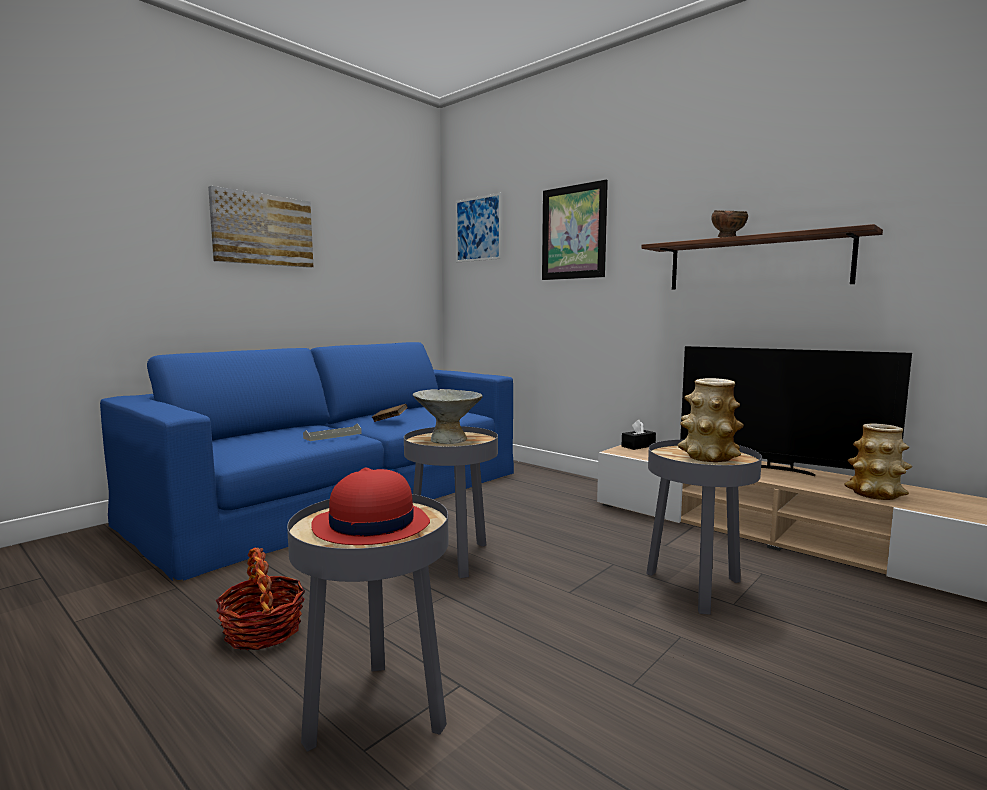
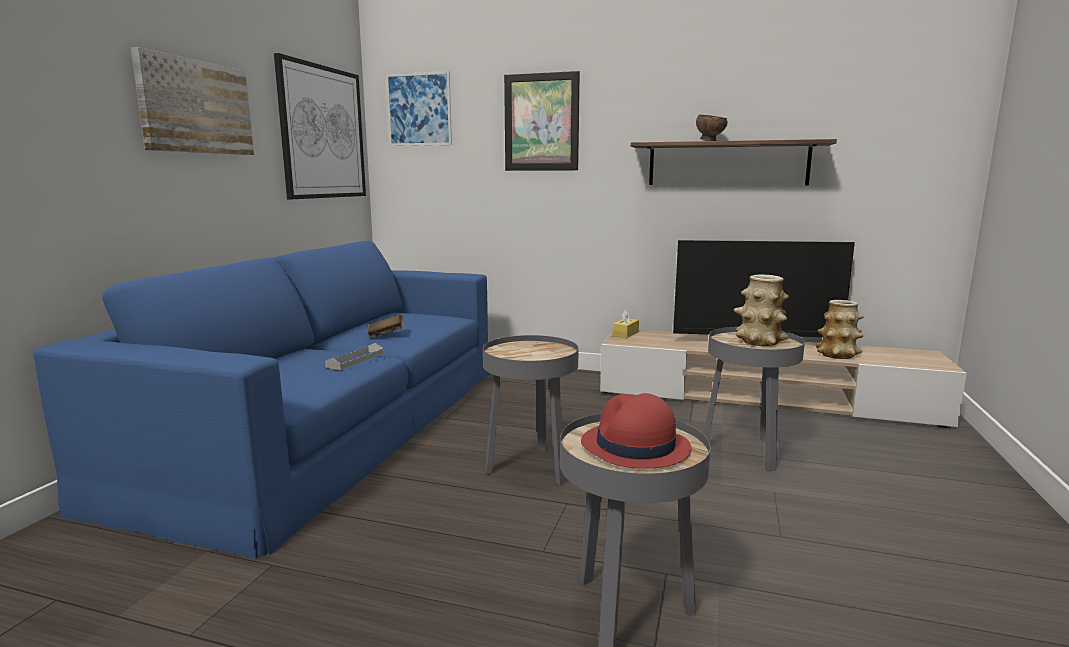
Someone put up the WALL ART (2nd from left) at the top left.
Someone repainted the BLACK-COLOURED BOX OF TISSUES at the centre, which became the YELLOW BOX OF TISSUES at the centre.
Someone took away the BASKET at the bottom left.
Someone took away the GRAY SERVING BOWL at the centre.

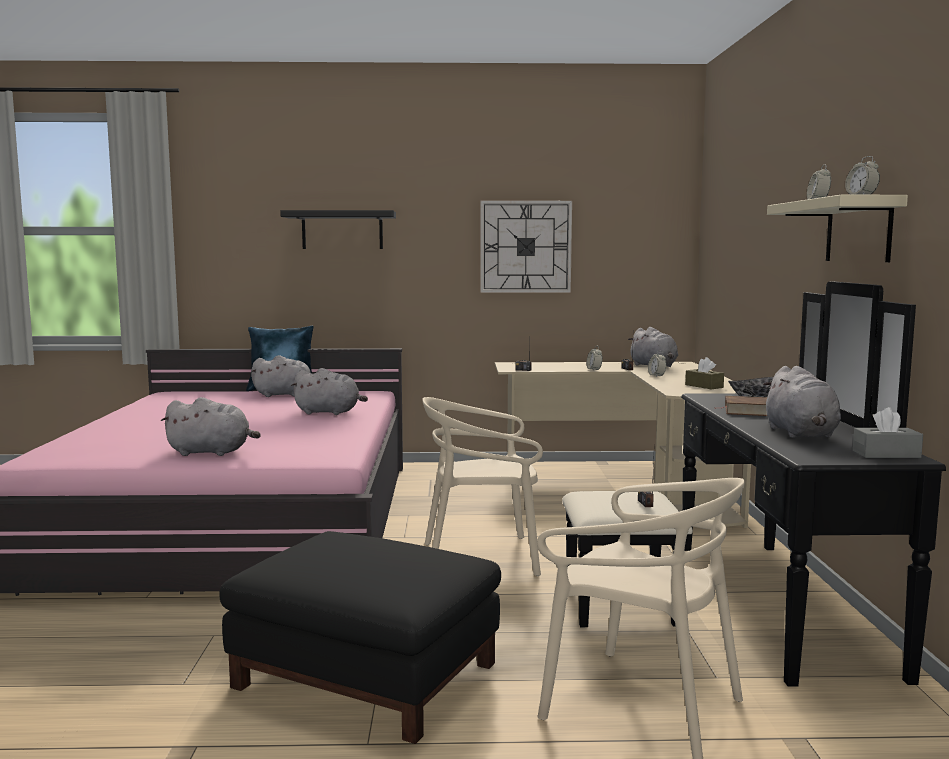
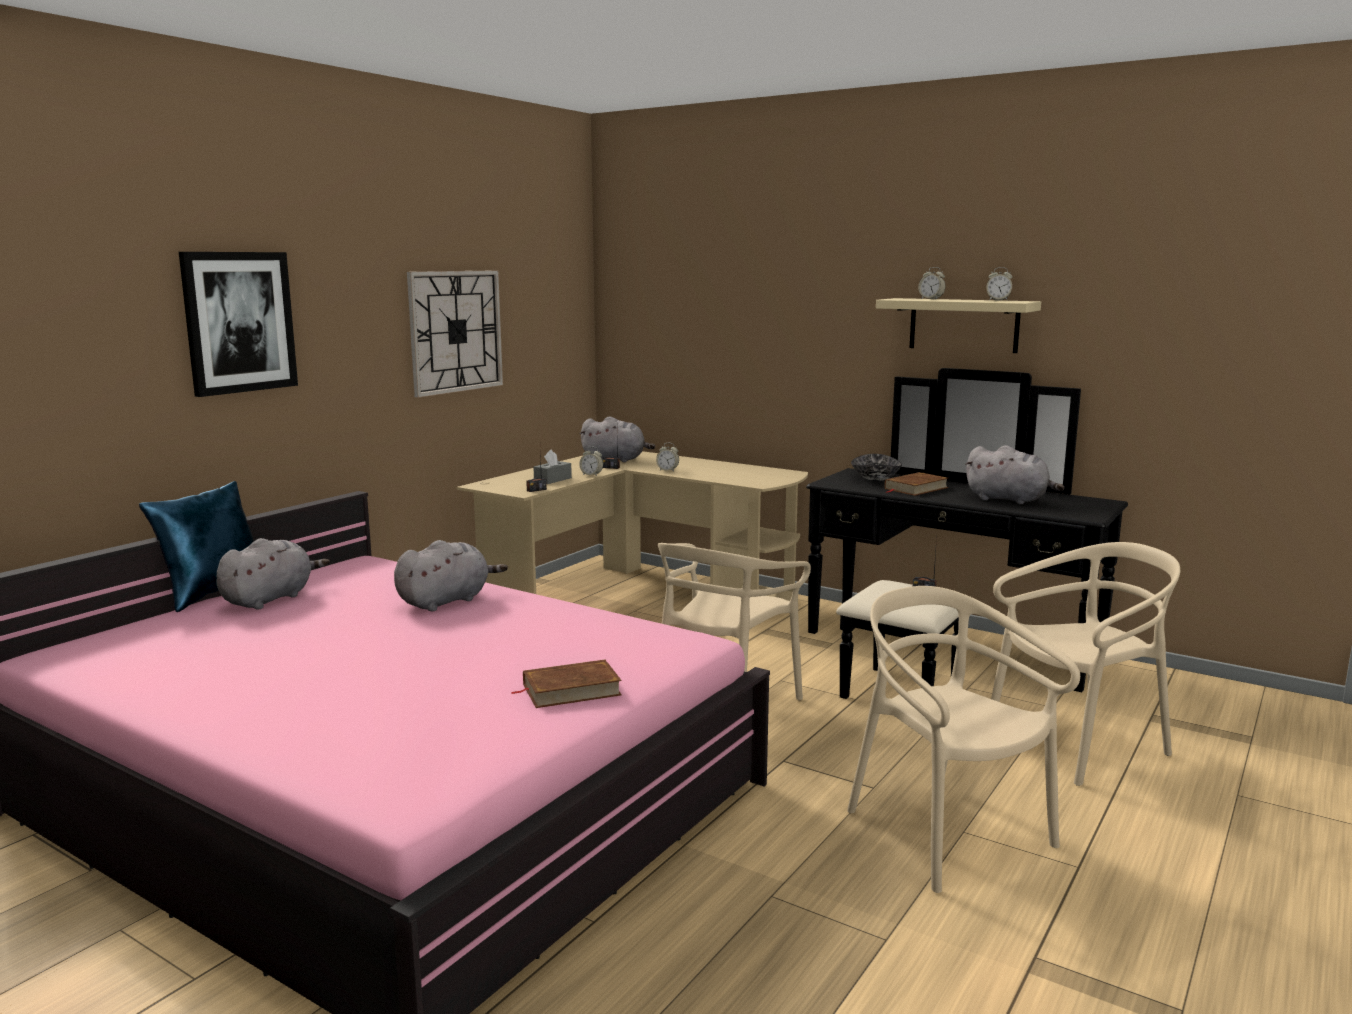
Someone swapped the BLACK-COLOURED WALL SHELF at the top centre for the WALL ART at the top left.
Someone swapped the GRAY PLUSH TOY (1st from left) at the middle left for the BROWN VOLUME (1st from left) at the bottom centre.
Someone carried the GRAY BOX OF TISSUES from the middle right to the centre.
Someone swapped the BLACK-COLOURED FOOTREST at the bottom centre for the BEIGE PLAIN CHAIR (2nd from left) at the bottom right.
Someone took away the BROWN BOX OF TISSUES at the middle right.

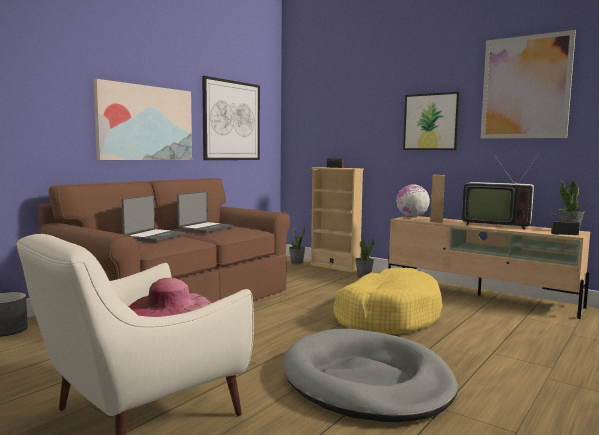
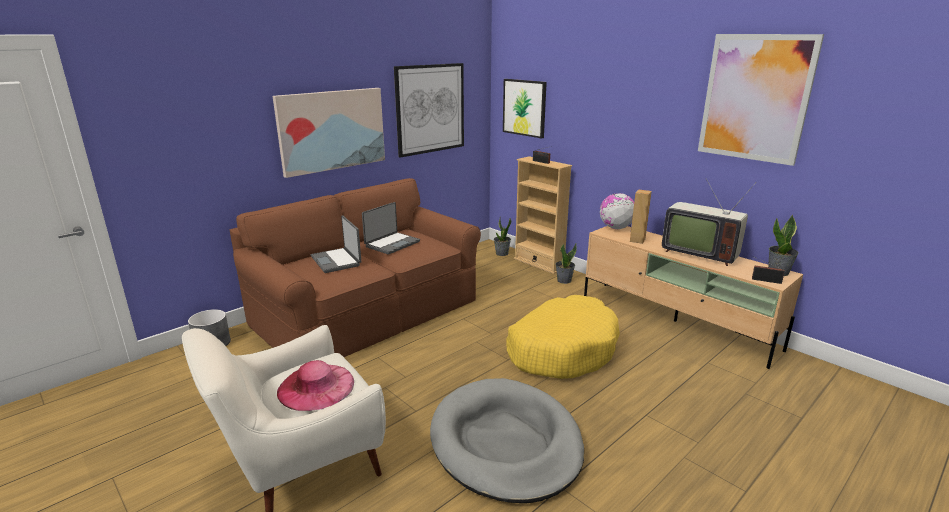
Someone rotated the PORTABLE COMPUTER (1st from left) at the middle left by 120 degrees clockwise.
Someone carried the WALL ART (3rd from left) from the top right to the top centre.

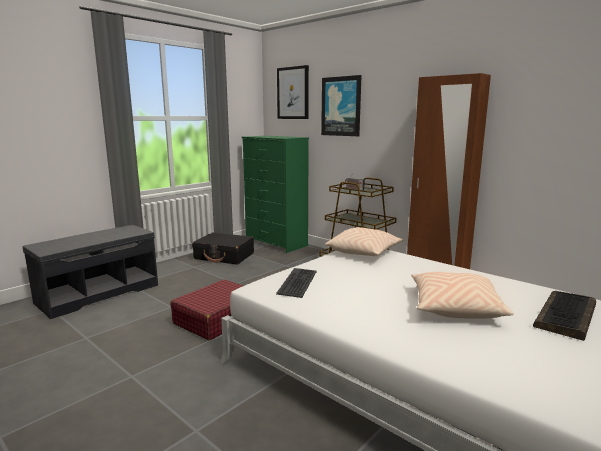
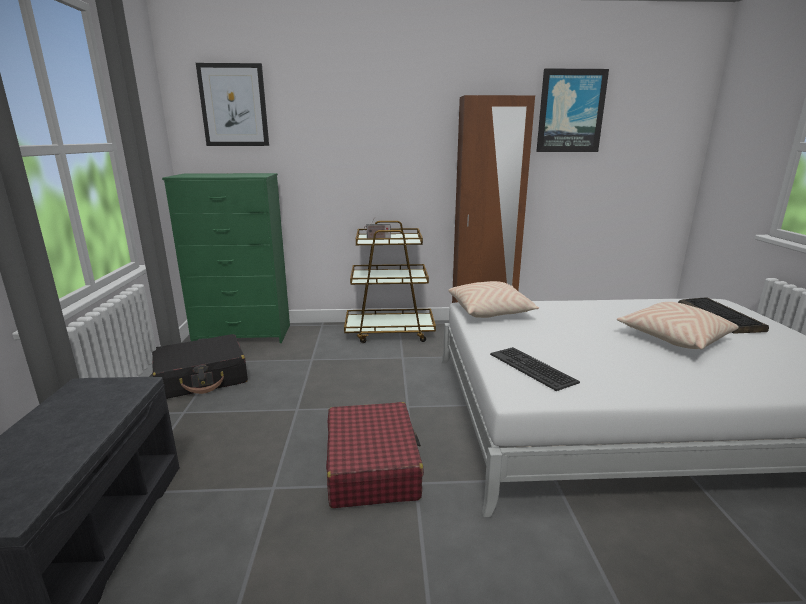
Someone carried the WALL ART (2nd from left) from the top centre to the top right.

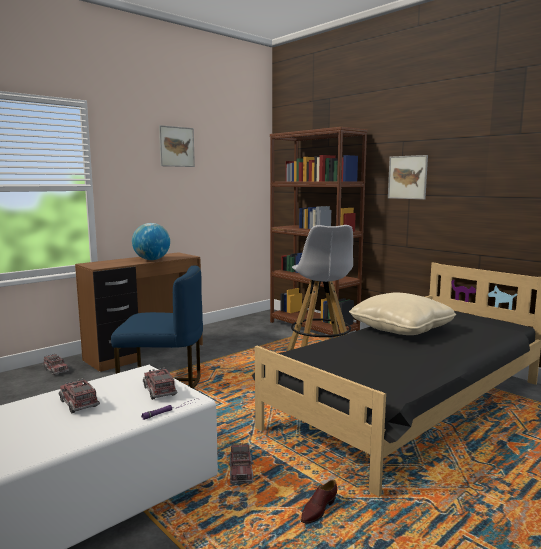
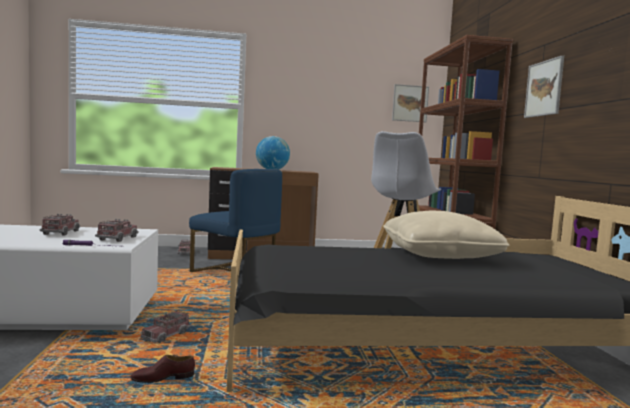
Someone carried the WALL ART (1st from left) from the top left to the top centre.

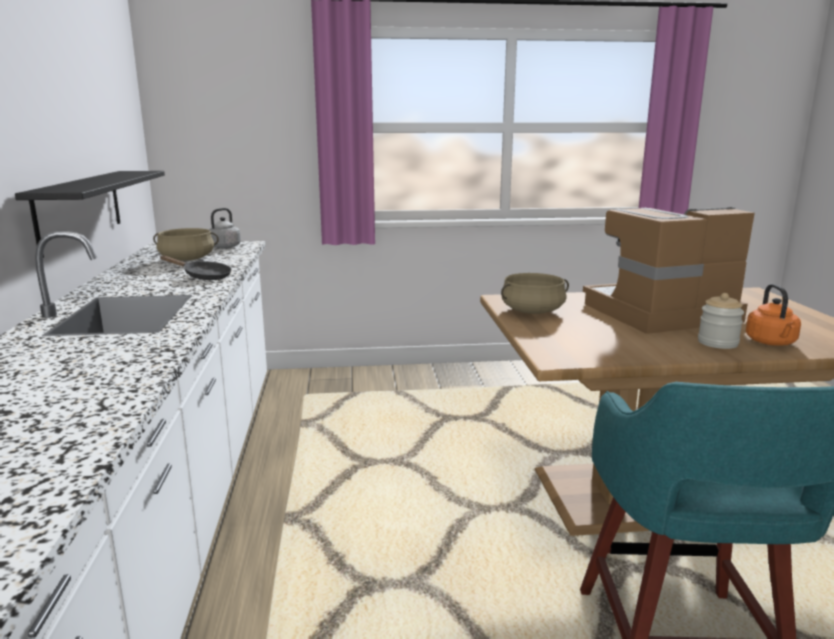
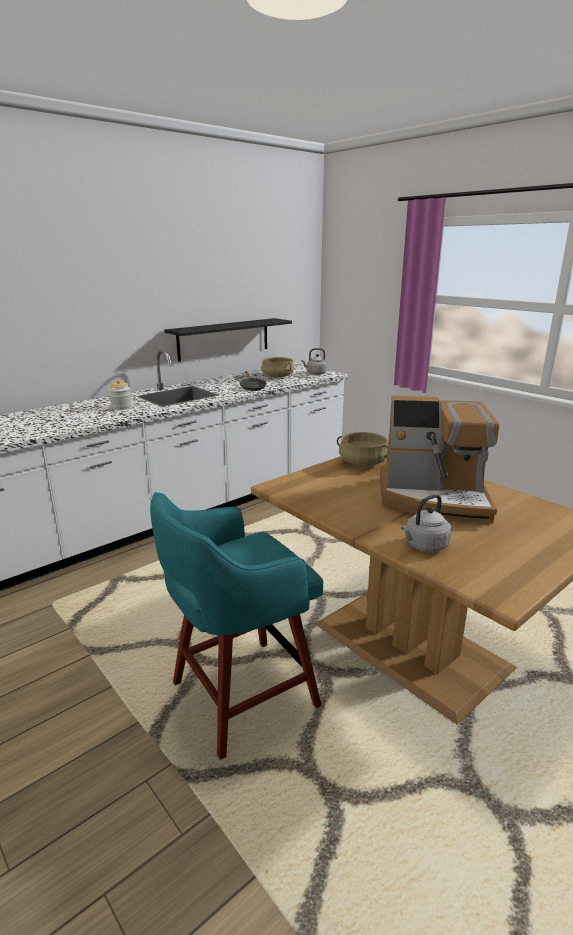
Someone carried the STORAGE JAR from the middle right to the middle left.
Someone rotated the COFFEE BREWER at the middle right by 150 degrees clockwise.
Someone repainted the ORANGE WATER KETTLE at the middle right, which became the GRAY WATER KETTLE (2nd from left) at the middle right.

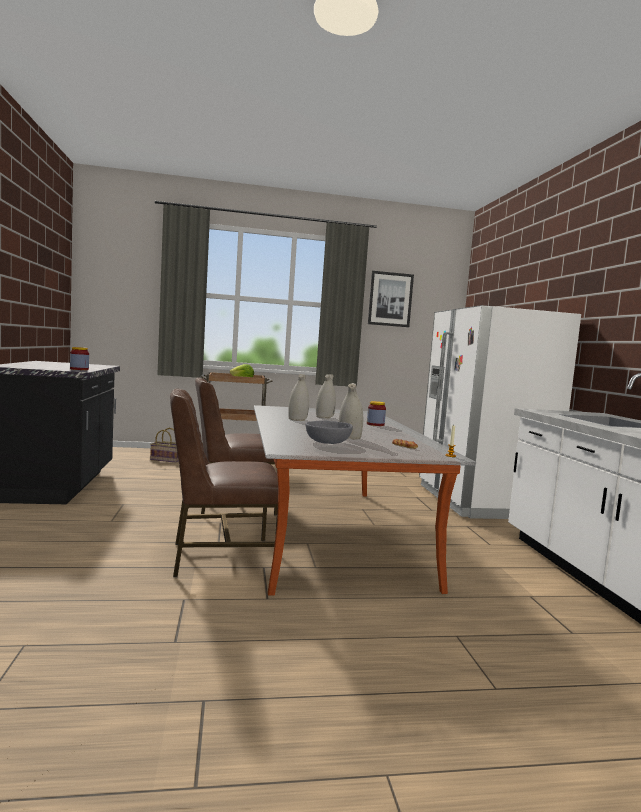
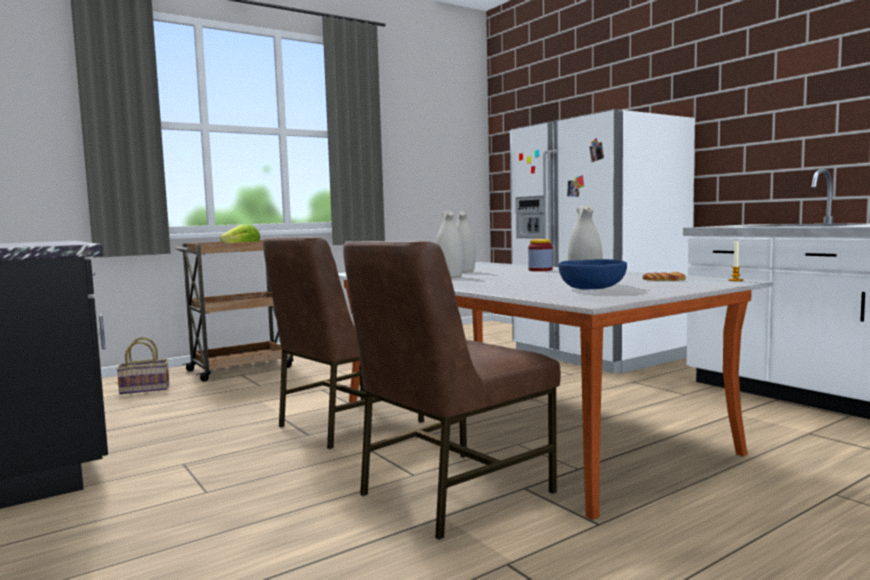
Someone repainted the GRAY SERVING BOWL at the centre, which became the BLUE-COLOURED SERVING BOWL at the middle right.
Someone took away the STORAGE JAR (1st from left) at the middle left.
Someone took away the WALL ART at the centre.

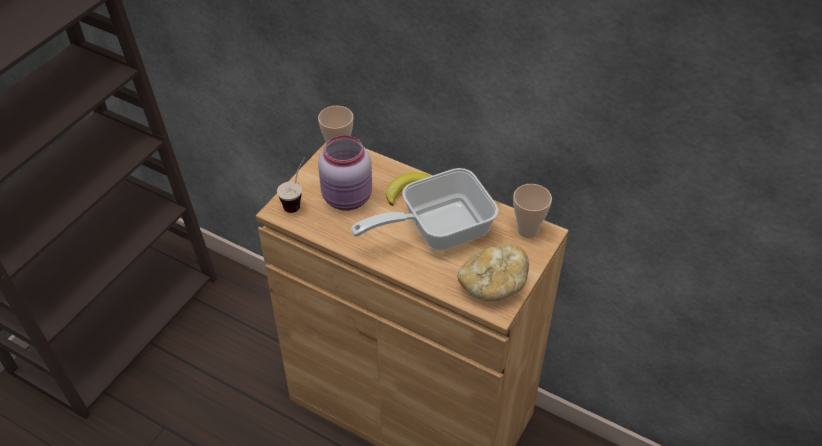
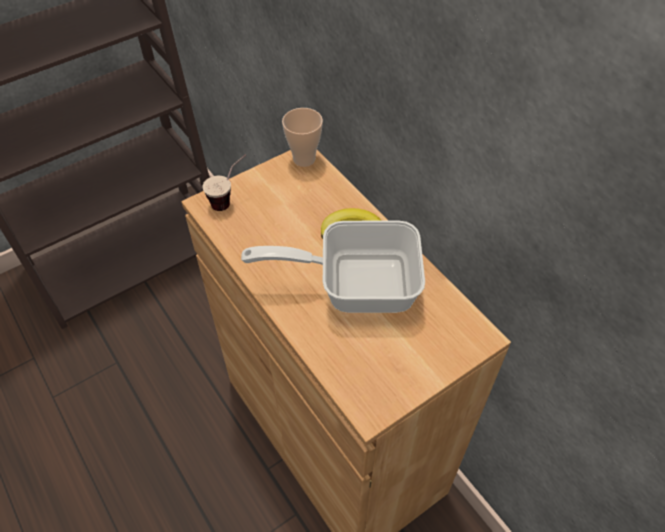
Someone took away the PINKISH STORAGE JAR at the centre.
Someone took away the BAKERY BREAD at the centre.
Someone took away the SMALL CUP (3rd from left) at the centre.

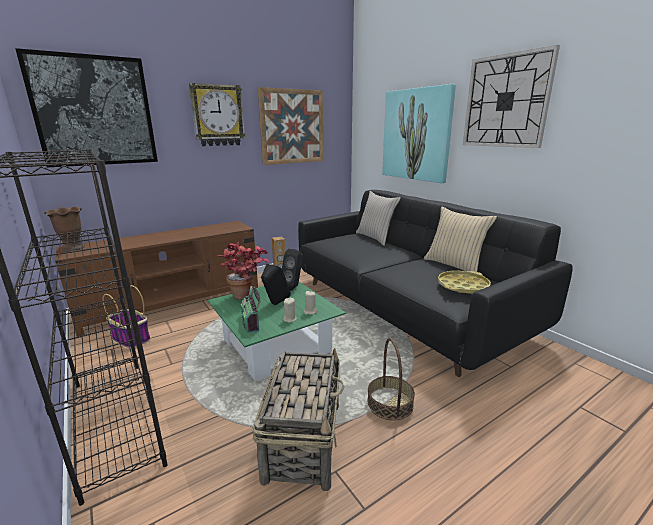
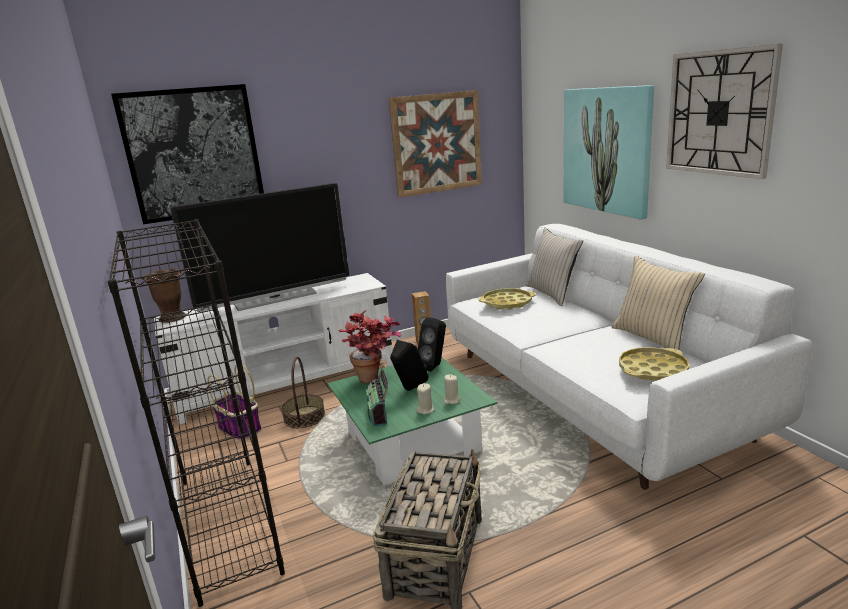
Someone repainted the BROWN TV STAND at the middle left, which became the WHITISH TV STAND at the middle left.
Someone put down the TV SET at the middle left.
Someone carried the BASKET (3rd from left in the first image) from the bottom centre to the centre.
Someone repainted the BLACK-COLOURED SOFA at the centre, which became the WHITISH SOFA at the middle right.
Someone put down the YELLOW TRAY (1st from left) at the centre.
Someone took away the CLOCK ON THE WALL (1st from left) at the top left.

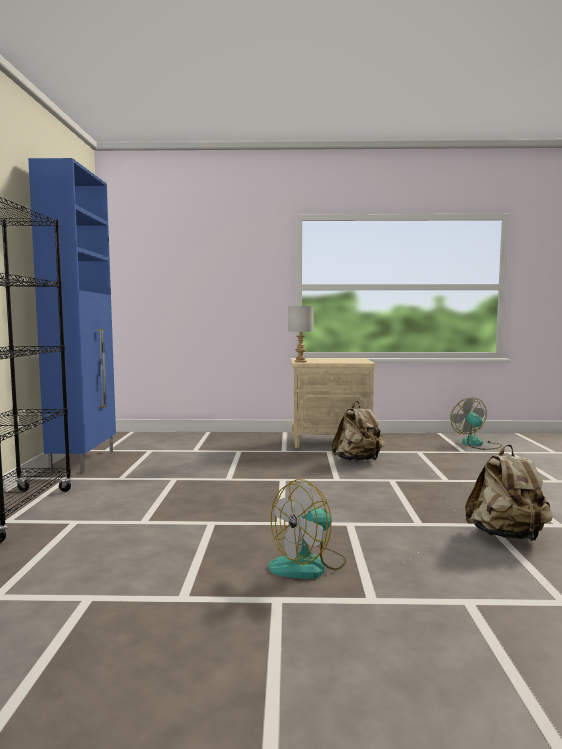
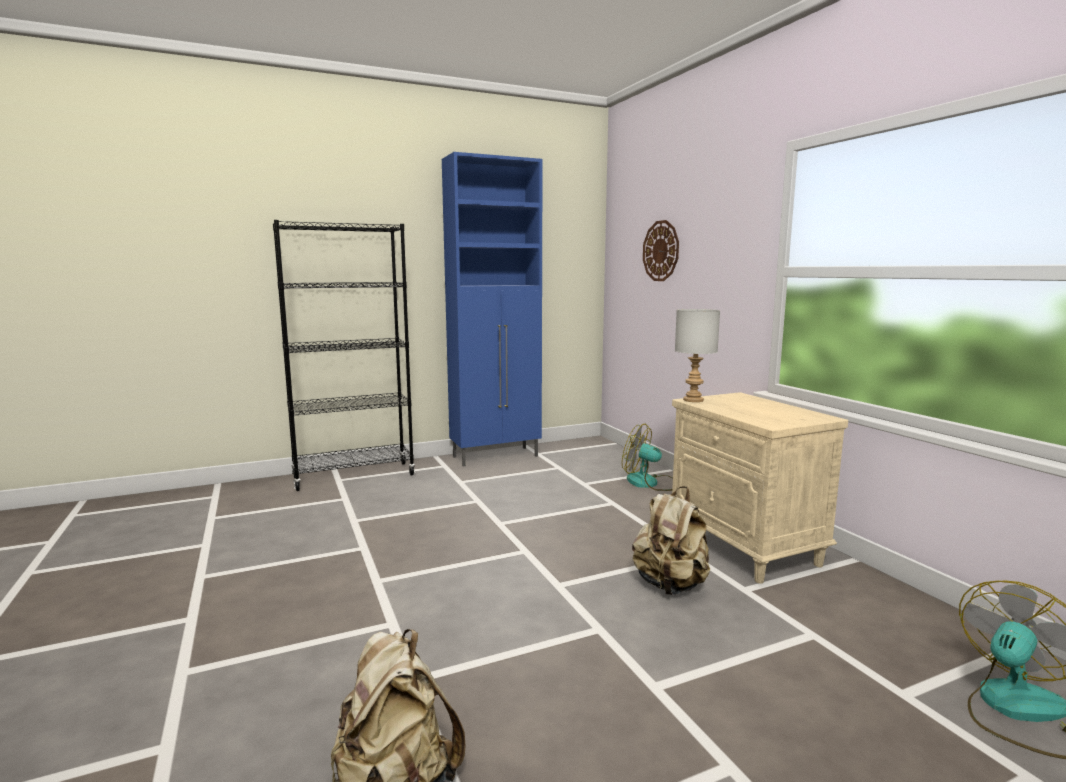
Someone carried the FAN (1st from left) from the bottom centre to the centre.
Someone put up the CLOCK ON THE WALL at the top centre.

